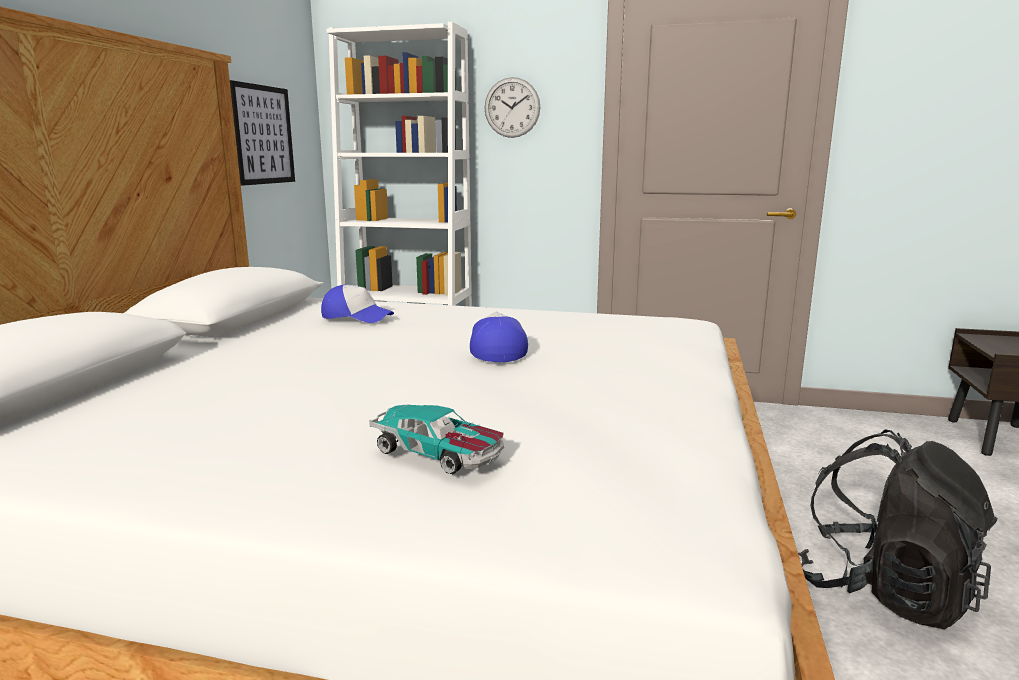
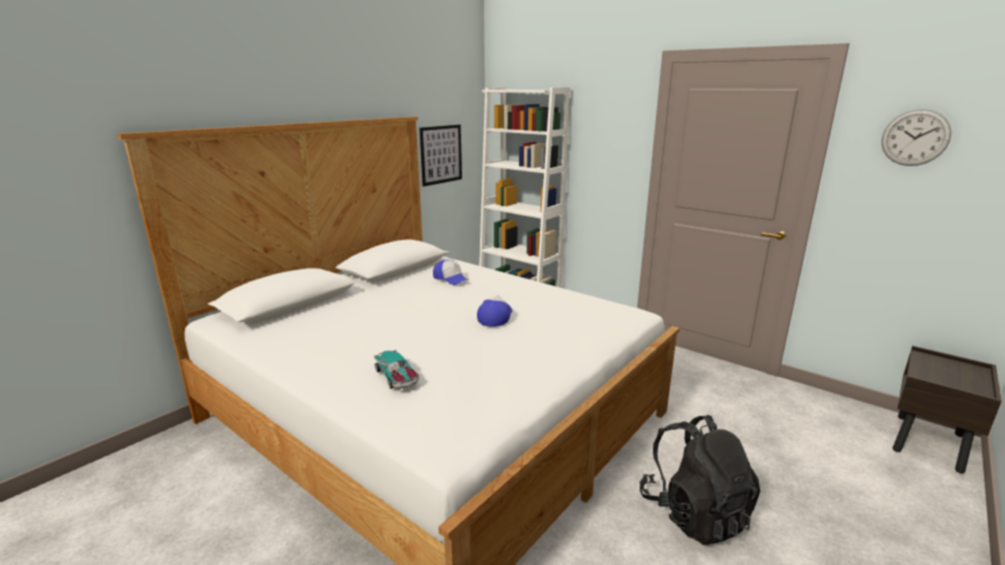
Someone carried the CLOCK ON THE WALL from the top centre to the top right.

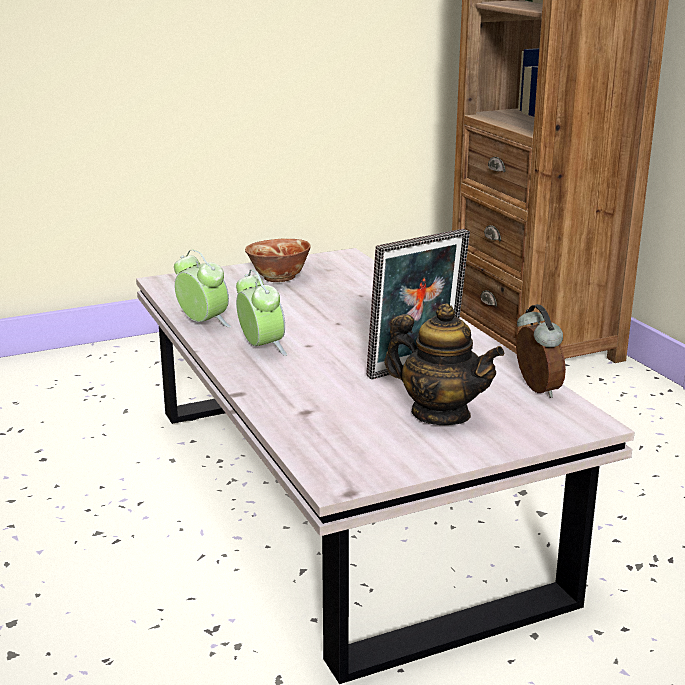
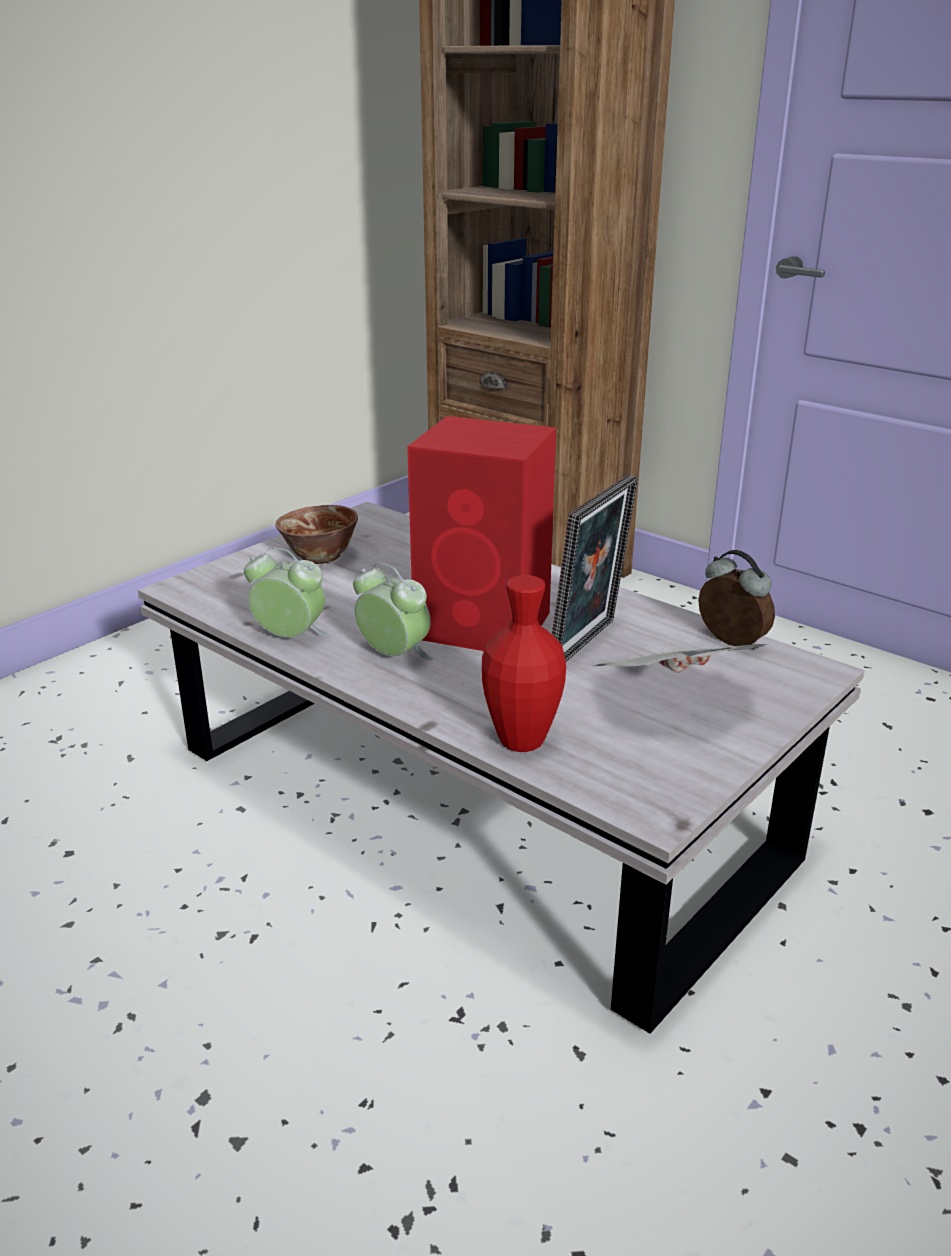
Someone put down the RED-COLOURED SPEAKER at the centre.
Someone put down the RED-COLOURED FLOWER VASE at the centre.
Someone swapped the TEAPOT at the centre for the NEWSPAPER at the middle right.

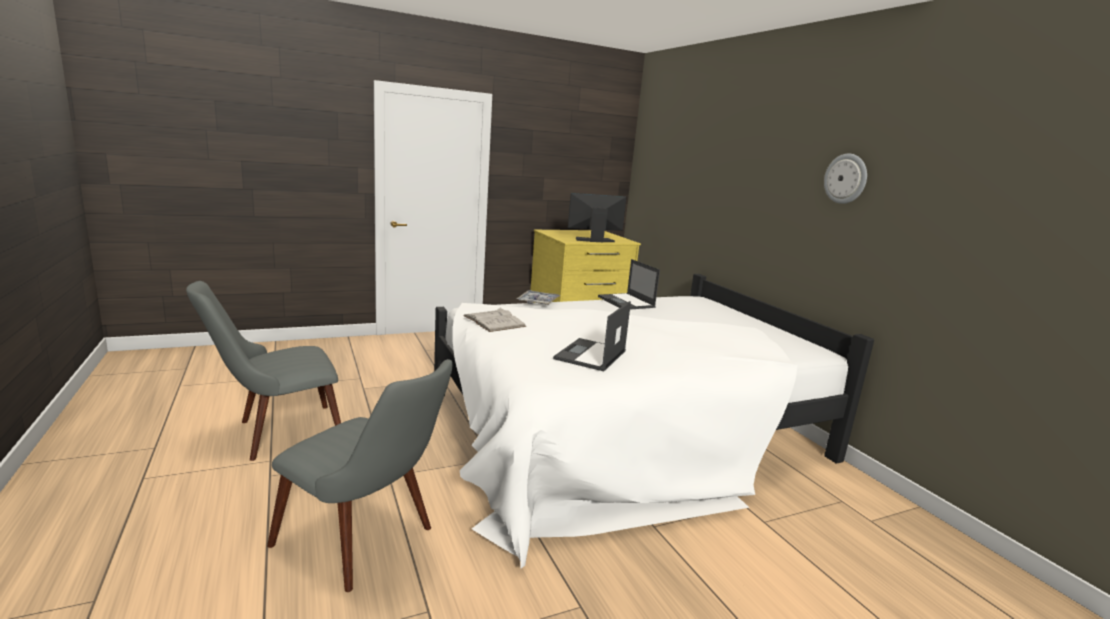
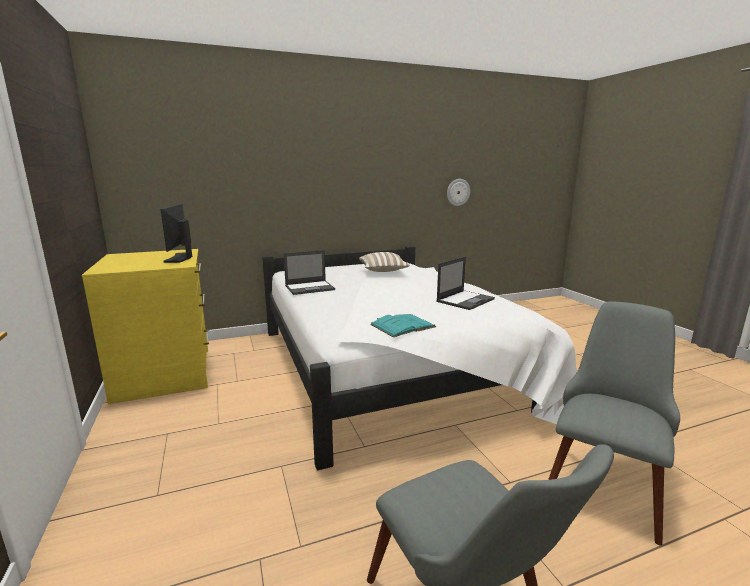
Someone put down the CUSHION at the centre.
Someone repainted the WHITISH VOLUME at the centre, which became the TURQUOISE VOLUME at the centre.
Someone rotated the PORTABLE COMPUTER (1st from left in the first image) at the centre by 75 degrees counterclockwise.
Someone carried the CLOCK ON THE WALL from the top right to the top centre.
Someone took away the TRAY at the centre.

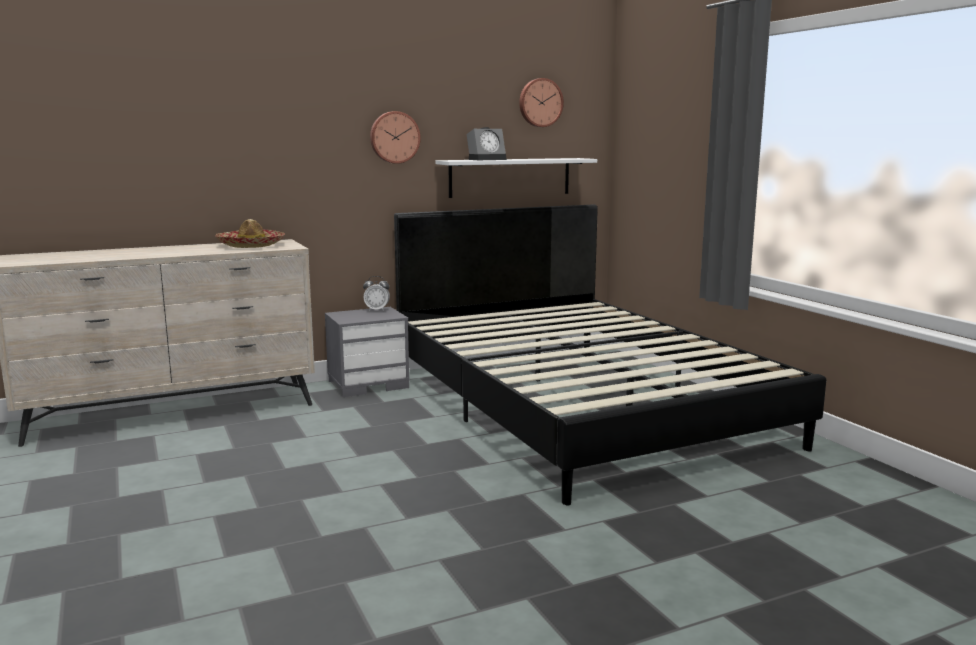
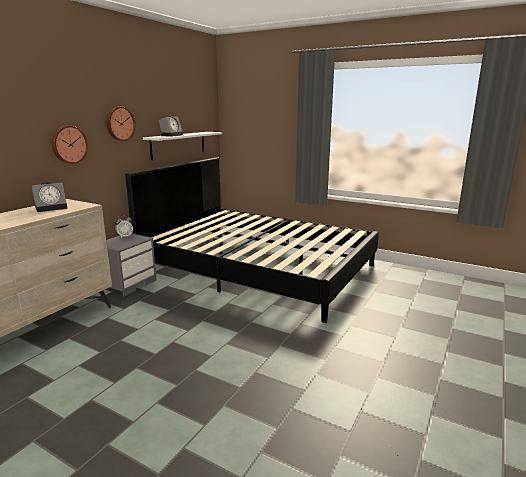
Someone swapped the CLOTHING HAT at the middle left for the BEDSIDE CLOCK (1st from left) at the middle left.
Someone carried the CLOCK ON THE WALL (2nd from left in the first image) from the top centre to the top left.

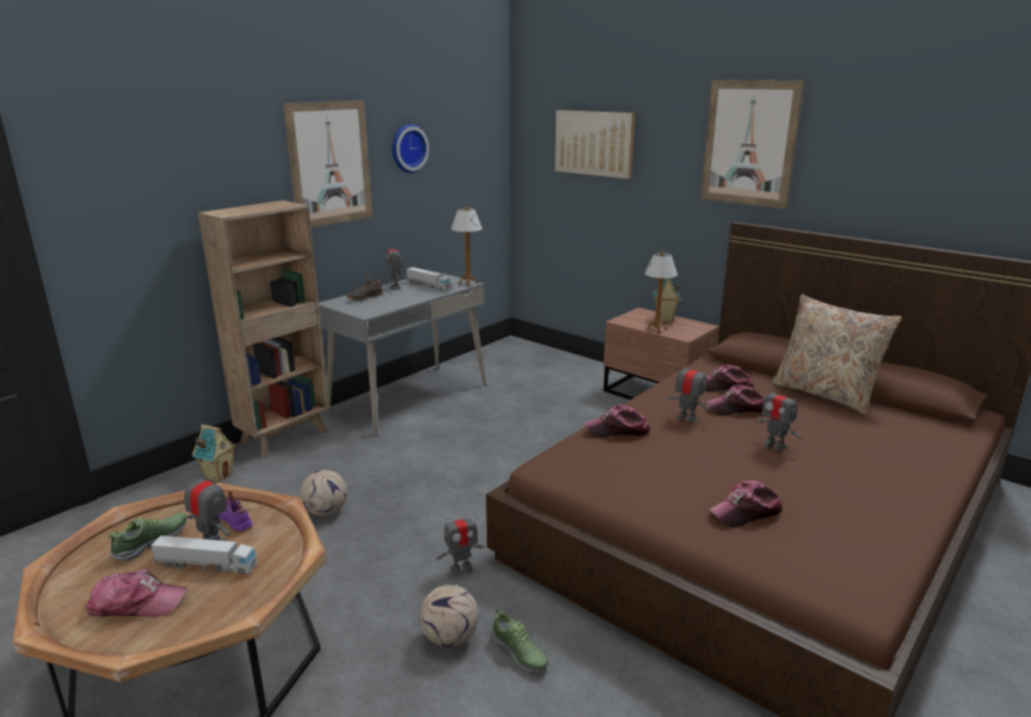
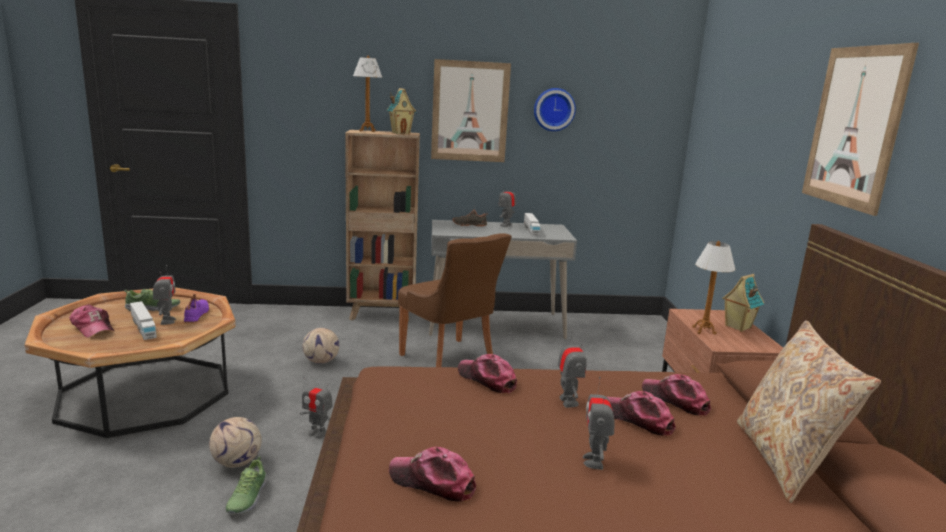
Someone carried the TABLETOP LAMP (1st from left) from the centre to the top centre.
Someone carried the TOY HOUSE (1st from left) from the middle left to the top centre.
Someone put down the BROWN PLAIN CHAIR at the centre.
Someone took away the WALL ART (2nd from left) at the top centre.

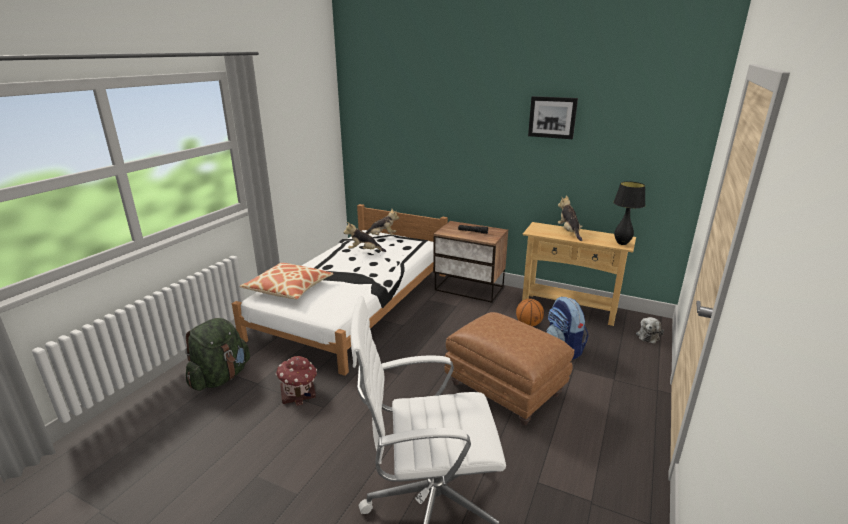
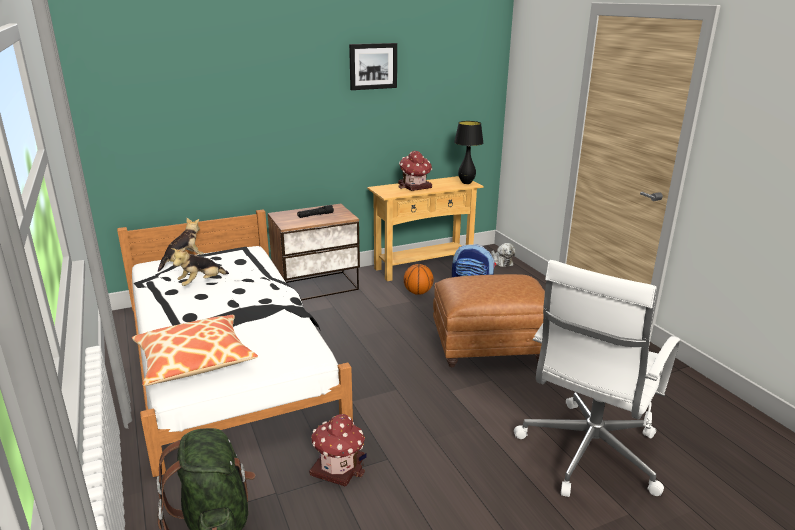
Someone swapped the PLUSH TOY (3rd from left) at the middle right for the TOY HOUSE (2nd from left) at the top centre.

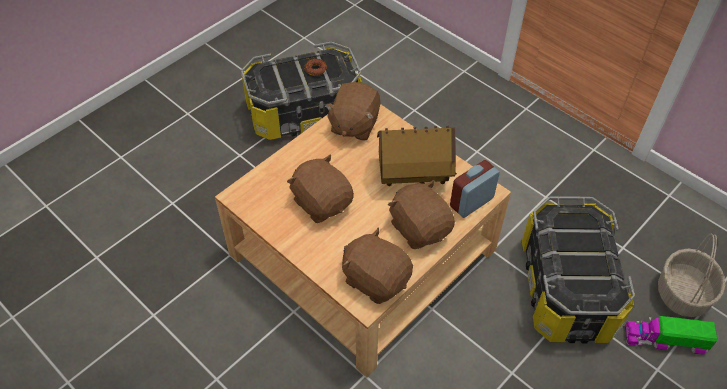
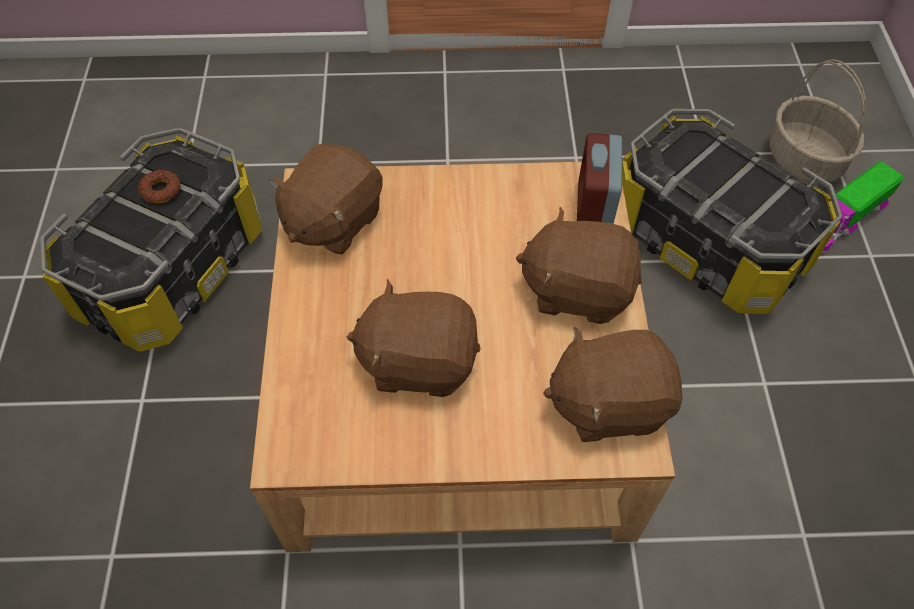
Someone rotated the BROWN PLUSH TOY (2nd from left in the first image) at the top centre by 60 degrees clockwise.
Someone took away the TOY HOUSE at the centre.

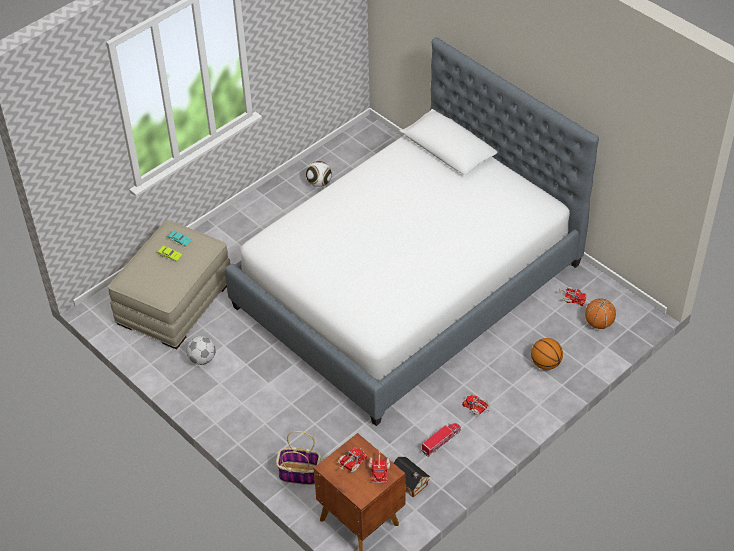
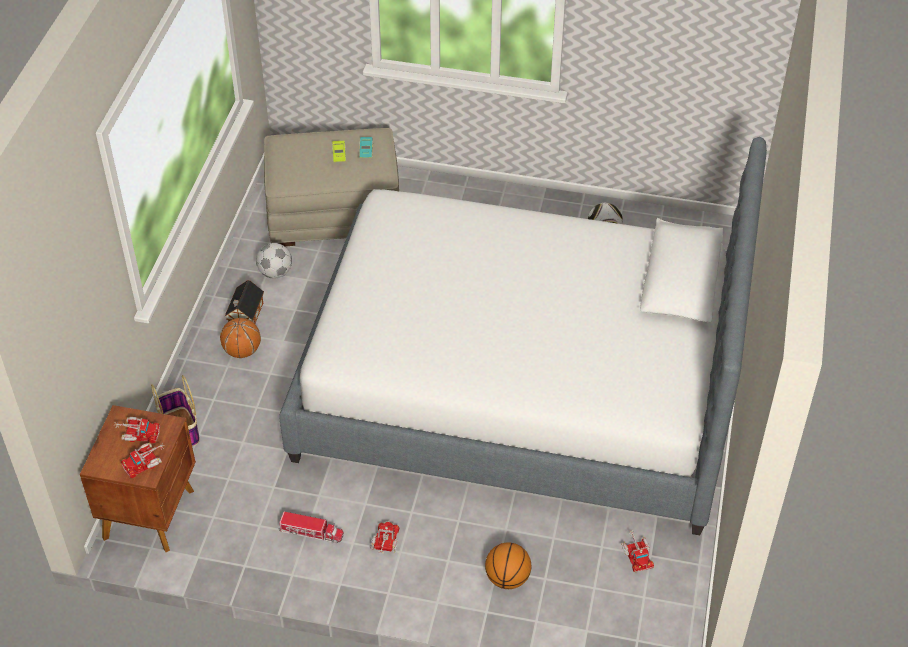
Someone carried the BASKETBALL BALL (2nd from left in the first image) from the middle right to the middle left.
Someone carried the TOY HOUSE from the bottom centre to the middle left.

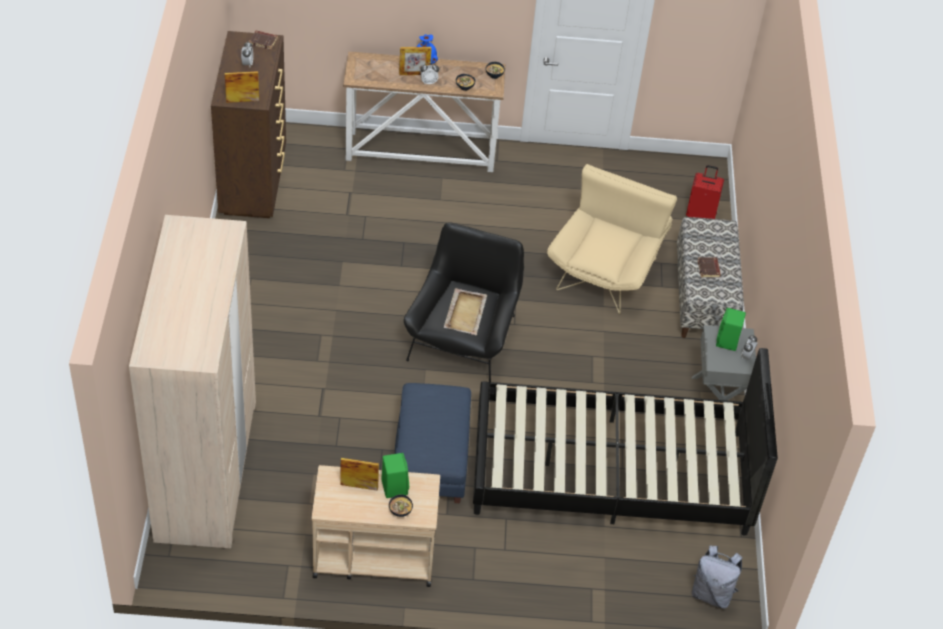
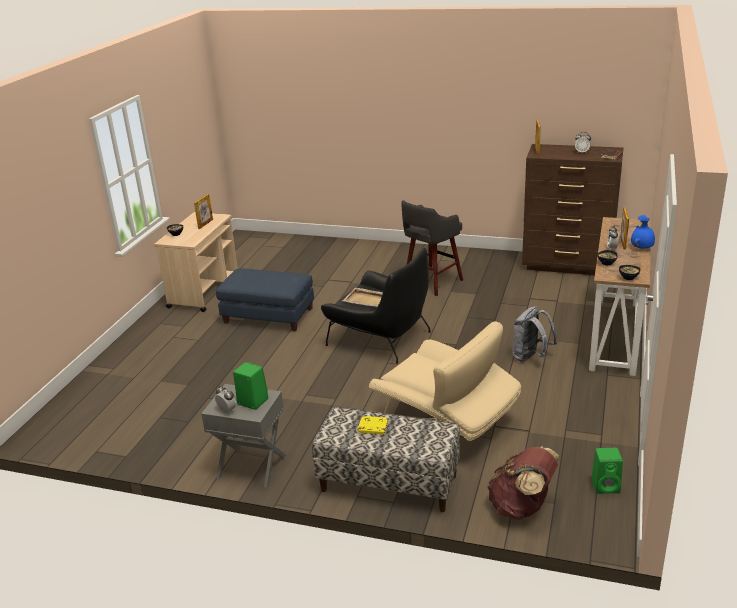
Someone repainted the BROWN VOLUME (2nd from left) at the middle right, which became the YELLOW VOLUME at the bottom centre.
Someone put down the GRAY STOOL at the centre.
Someone swapped the RED-COLOURED PIECE OF LUGGAGE at the top right for the BROWN KNAPSACK at the bottom right.
Someone carried the GRAY KNAPSACK from the bottom right to the middle right.
Someone carried the GREEN-COLOURED SPEAKER (1st from left in the first image) from the bottom centre to the bottom right.
Someone took away the BEIGE ARMOIRE at the middle left.
Someone took away the BLACK-COLOURED SLEEPING BED at the bottom centre.

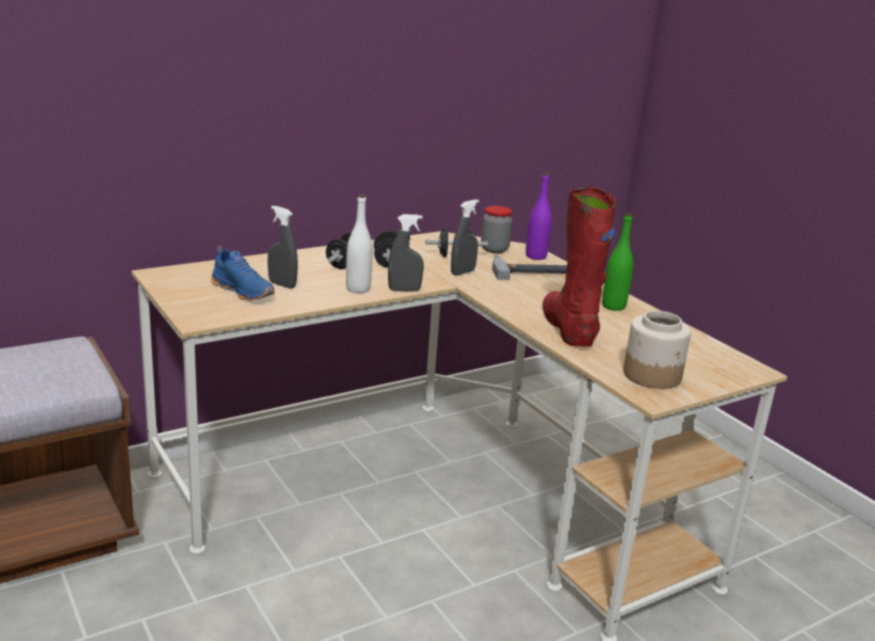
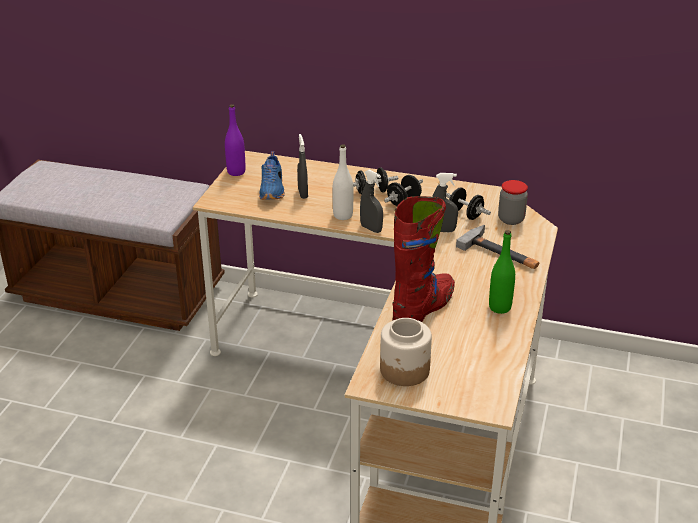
Someone carried the PURPLISH DRINK BOTTLE from the centre to the top centre.

